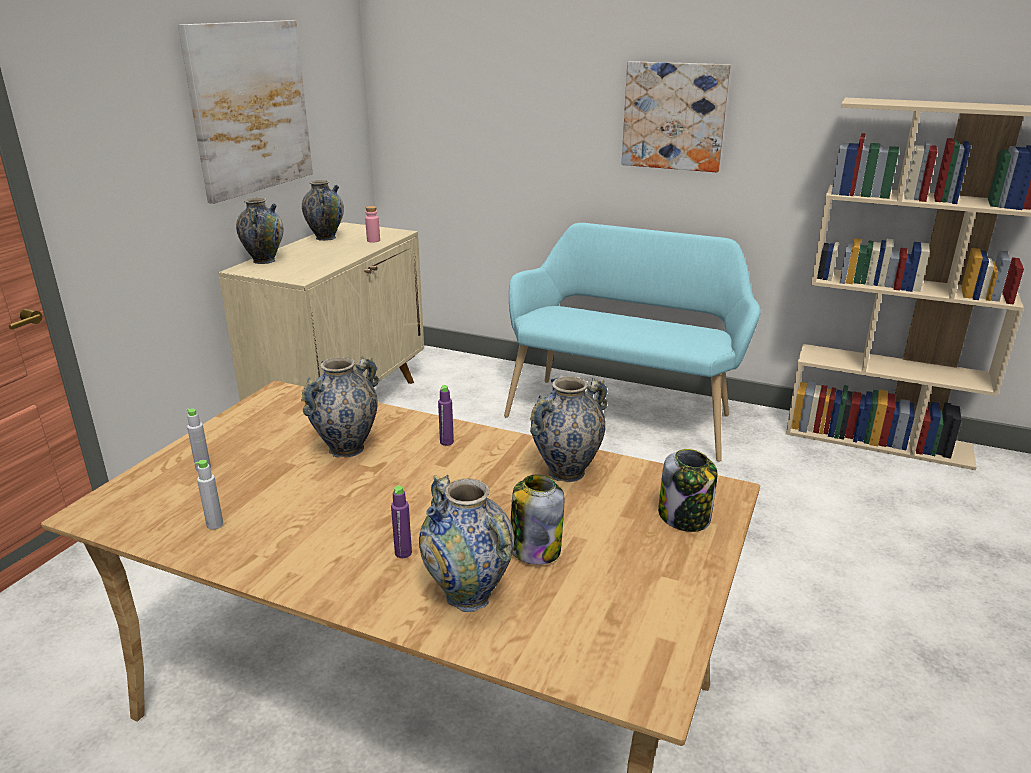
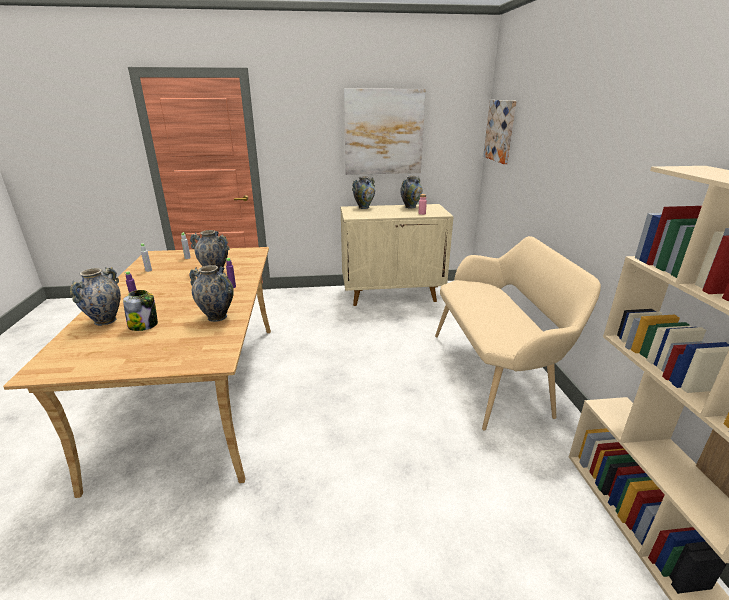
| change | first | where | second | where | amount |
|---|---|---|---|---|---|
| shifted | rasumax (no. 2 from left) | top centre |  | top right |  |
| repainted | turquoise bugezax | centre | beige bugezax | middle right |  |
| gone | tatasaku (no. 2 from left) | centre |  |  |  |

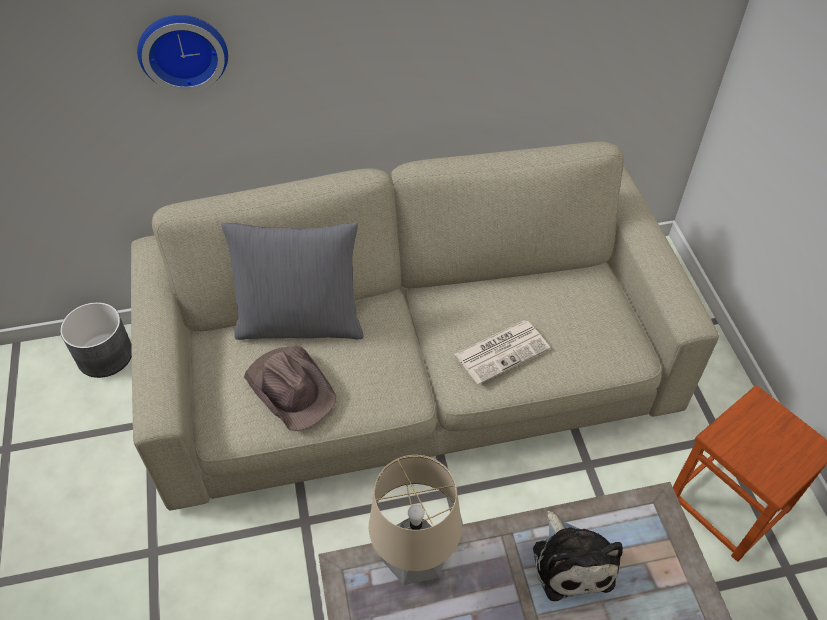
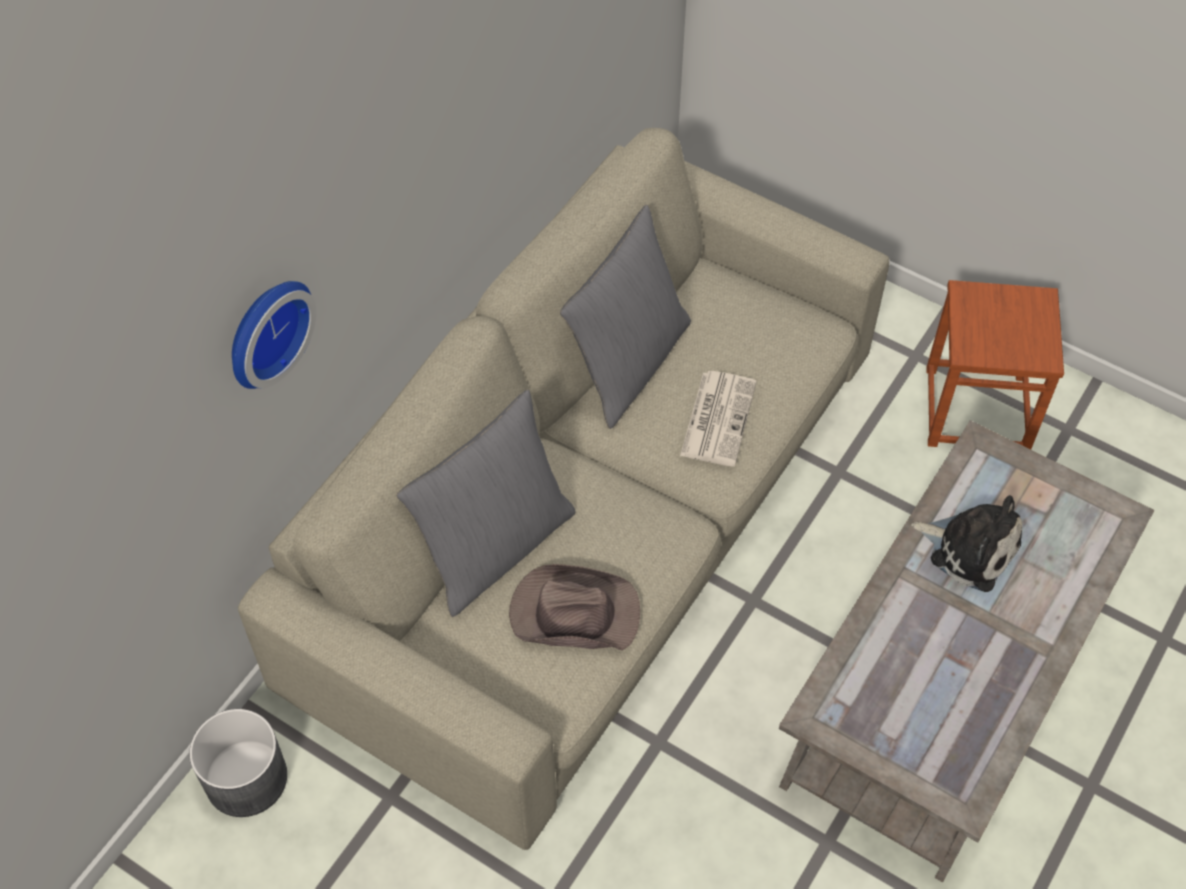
| change | first | where | second | where | amount |
|---|---|---|---|---|---|
| gone | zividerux | bottom centre |  |  |  |
| new |  |  | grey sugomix (no. 2 from left) | centre |  |

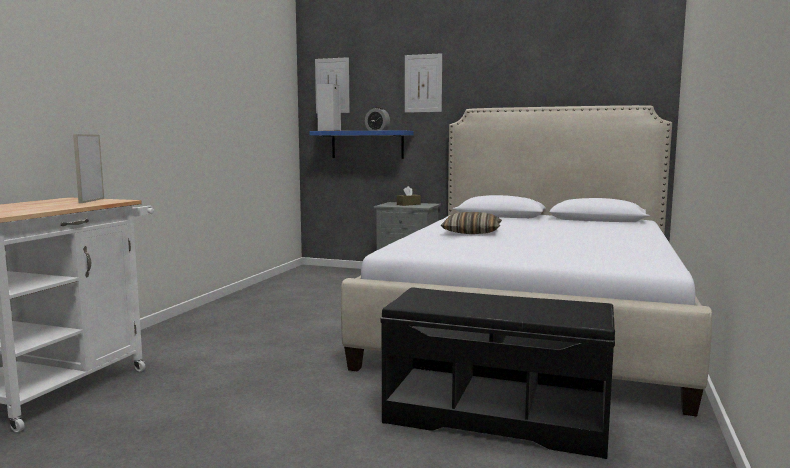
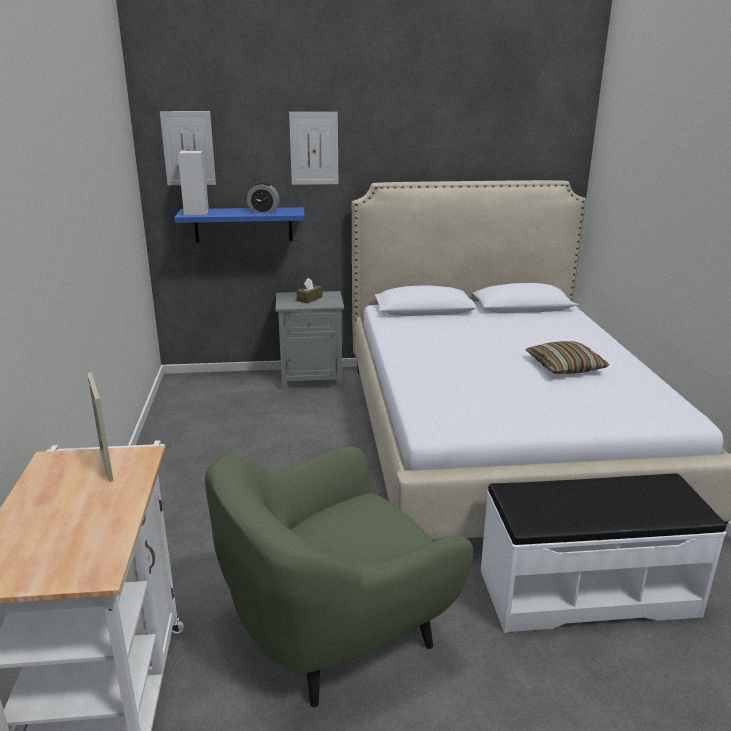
| change | first | where | second | where | amount |
|---|---|---|---|---|---|
| shifted | sugomix | centre |  | middle right |  |
| repainted | black bugezax | bottom centre | white bugezax | bottom right |  |
| new |  |  | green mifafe | bottom centre |  |

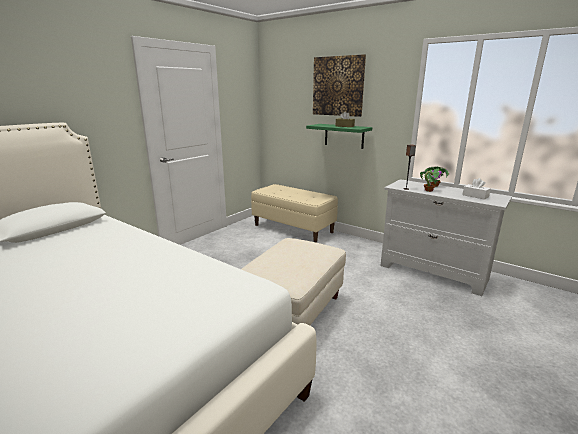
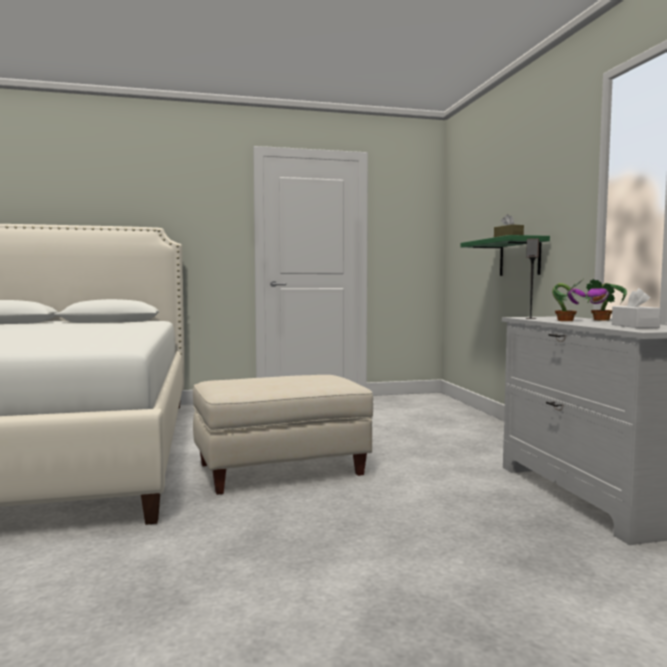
| change | first | where | second | where | amount |
|---|---|---|---|---|---|
| gone | rasumax | top centre |  |  |  |
| gone | beige bugezax | centre |  |  |  |

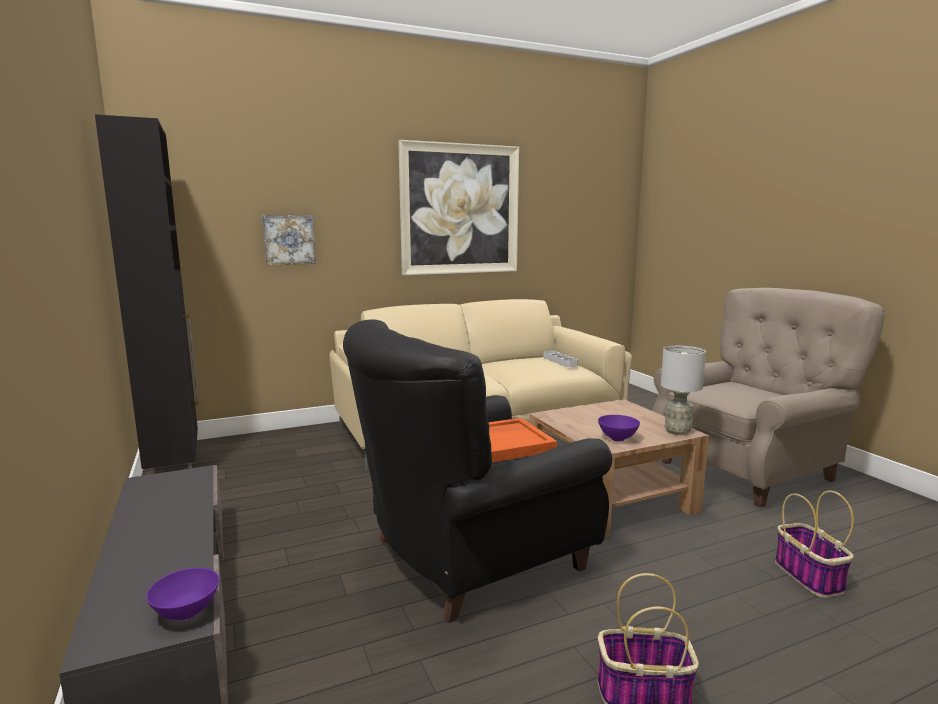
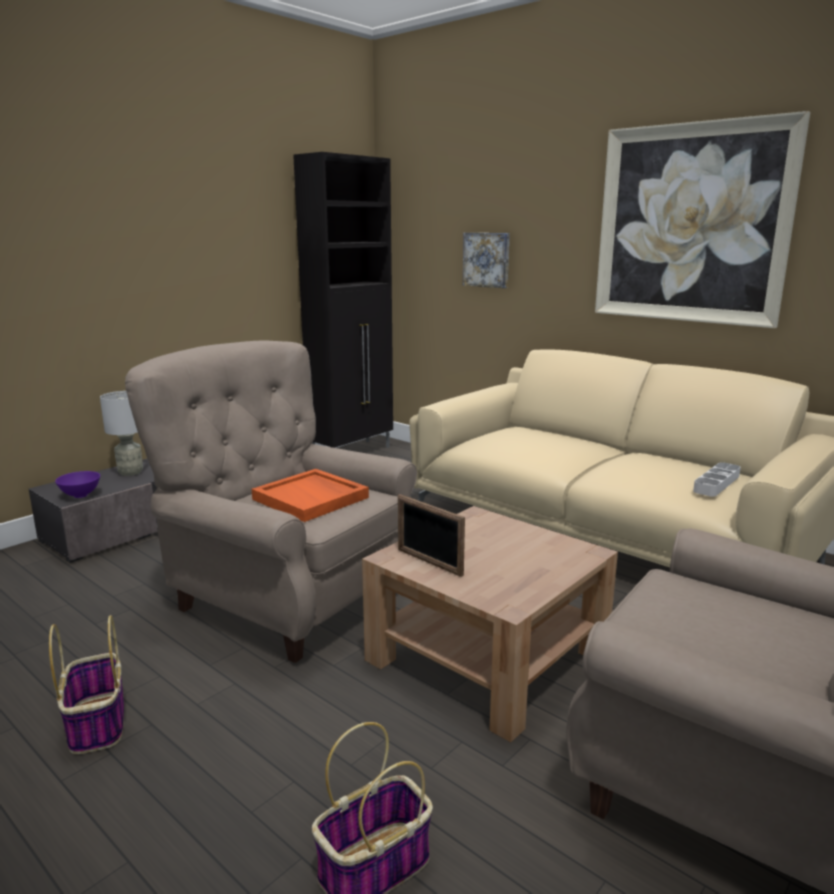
| change | first | where | second | where | amount |
|---|---|---|---|---|---|
| repainted | black mifafe | bottom centre | beige mifafe (no. 1 from left) | middle left |  |
| shifted | grey zividerux | middle right |  | middle left |  |
| swapped | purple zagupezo (no. 2 from left) | centre | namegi | centre |  |

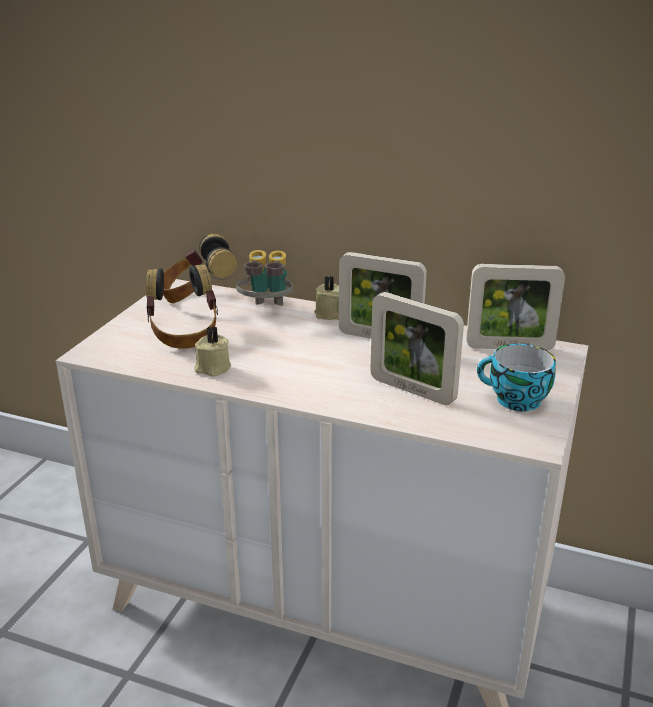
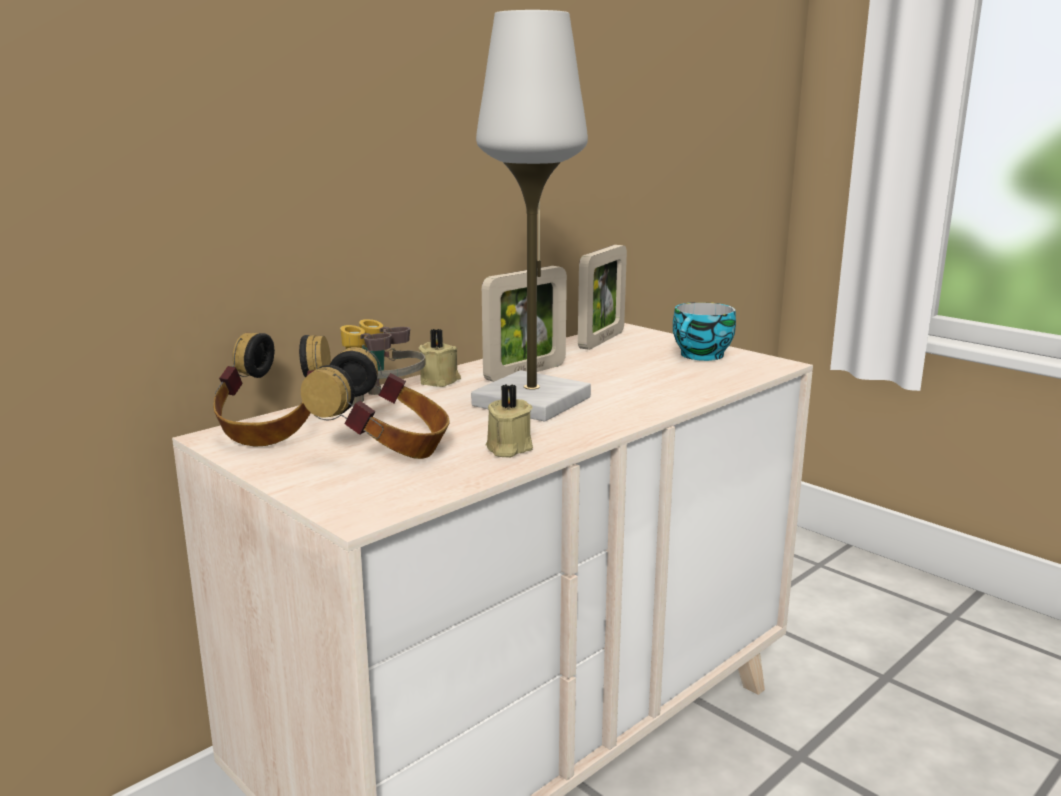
| change | first | where | second | where | amount |
|---|---|---|---|---|---|
| gone | namegi (no. 2 from left) | centre |  |  |  |
| new |  |  | white zividerux | top centre |  |

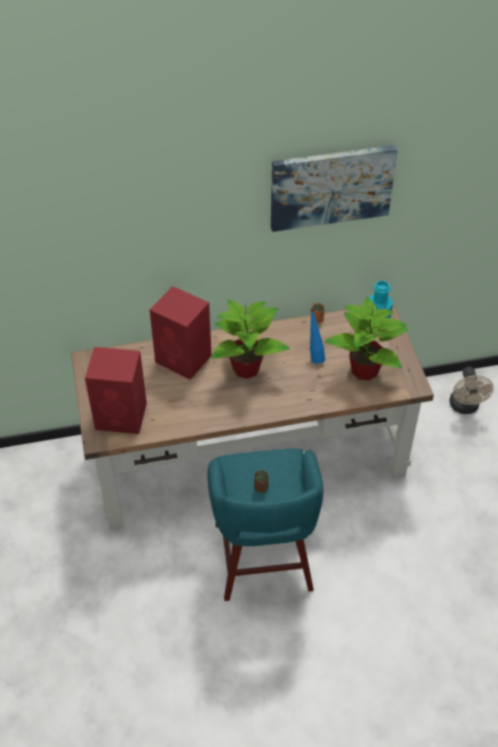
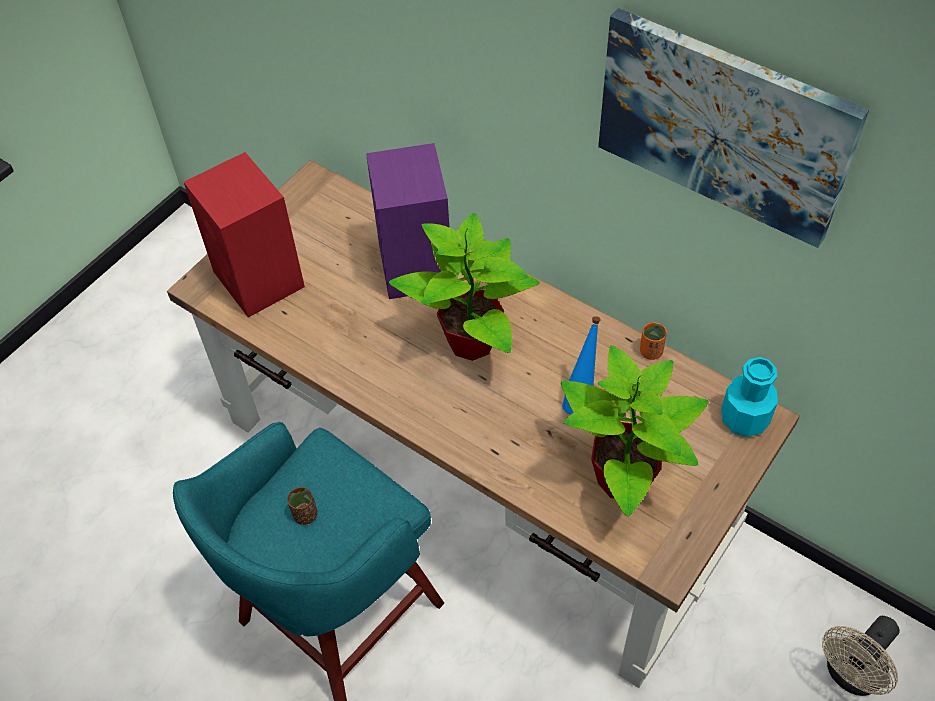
| change | first | where | second | where | amount |
|---|---|---|---|---|---|
| repainted | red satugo (no. 2 from left) | centre | purple satugo | top centre |  |

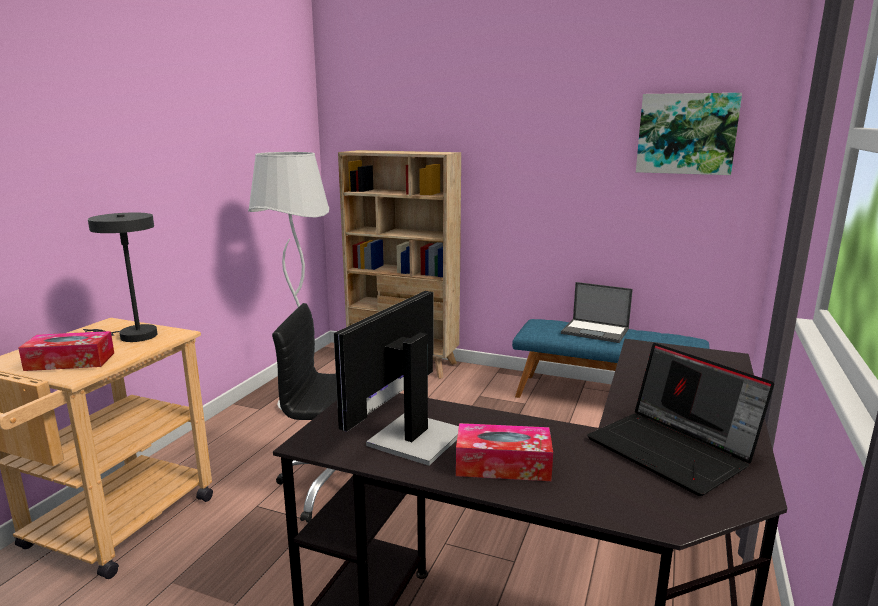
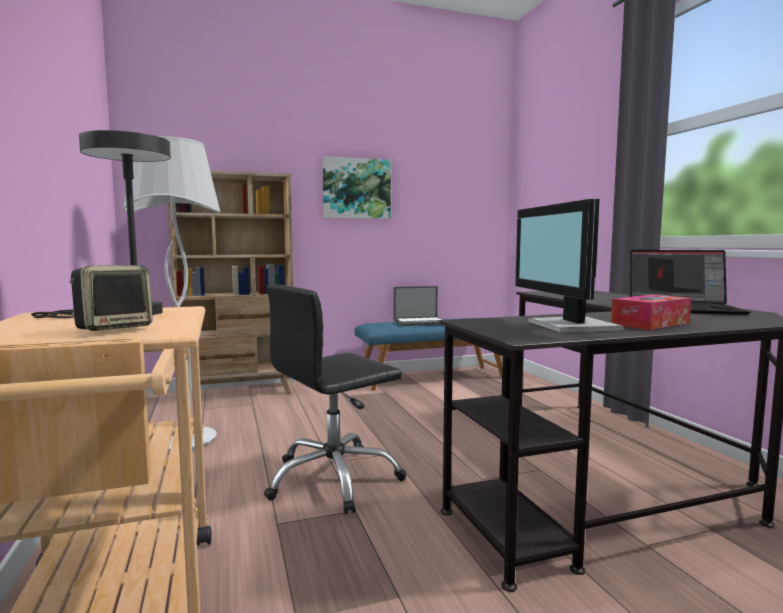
| change | first | where | second | where | amount |
|---|---|---|---|---|---|
| shifted | rasumax | top right |  | top centre |  |
| swapped | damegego (no. 1 from left) | middle left | satugo | middle left |  |

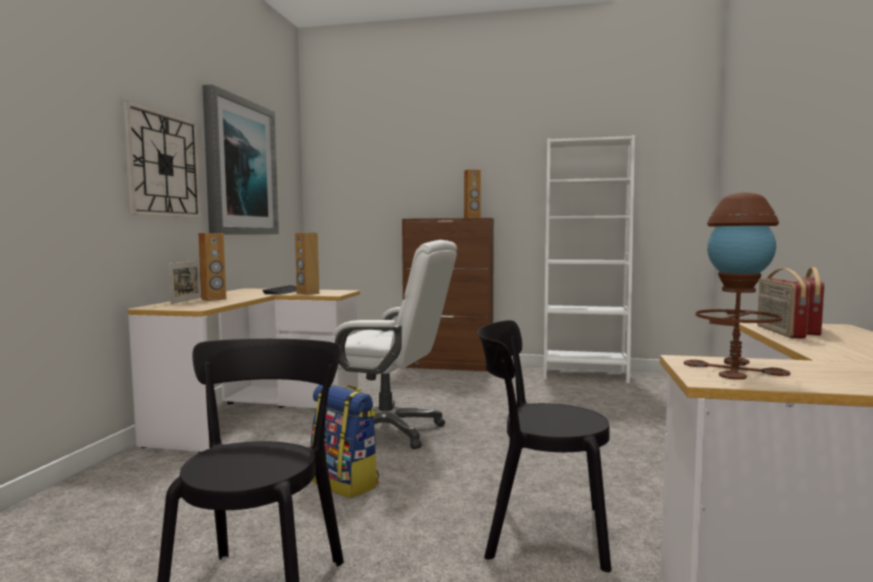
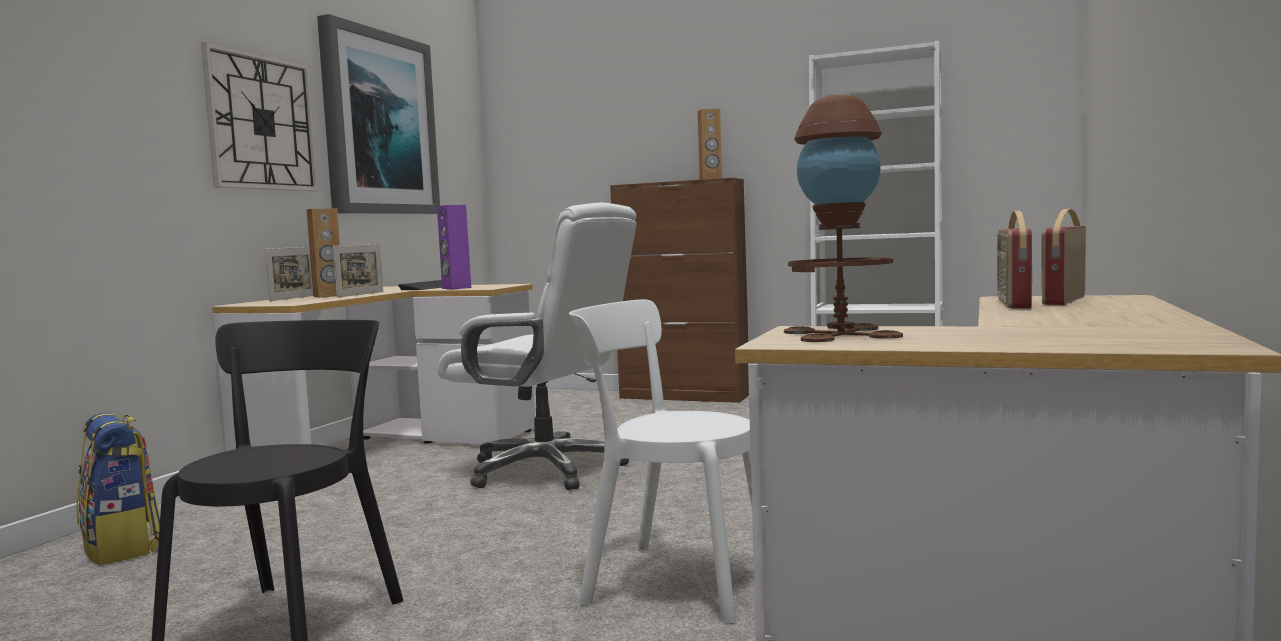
| change | first | where | second | where | amount |
|---|---|---|---|---|---|
| repainted | brown satugo (no. 2 from left) | centre | purple satugo | centre |  |
| repainted | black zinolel (no. 2 from left) | bottom centre | white zinolel | bottom centre |  |
| shifted | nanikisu | bottom centre |  | bottom left |  |
| new |  |  | namegi (no. 2 from left) | middle left |  |

